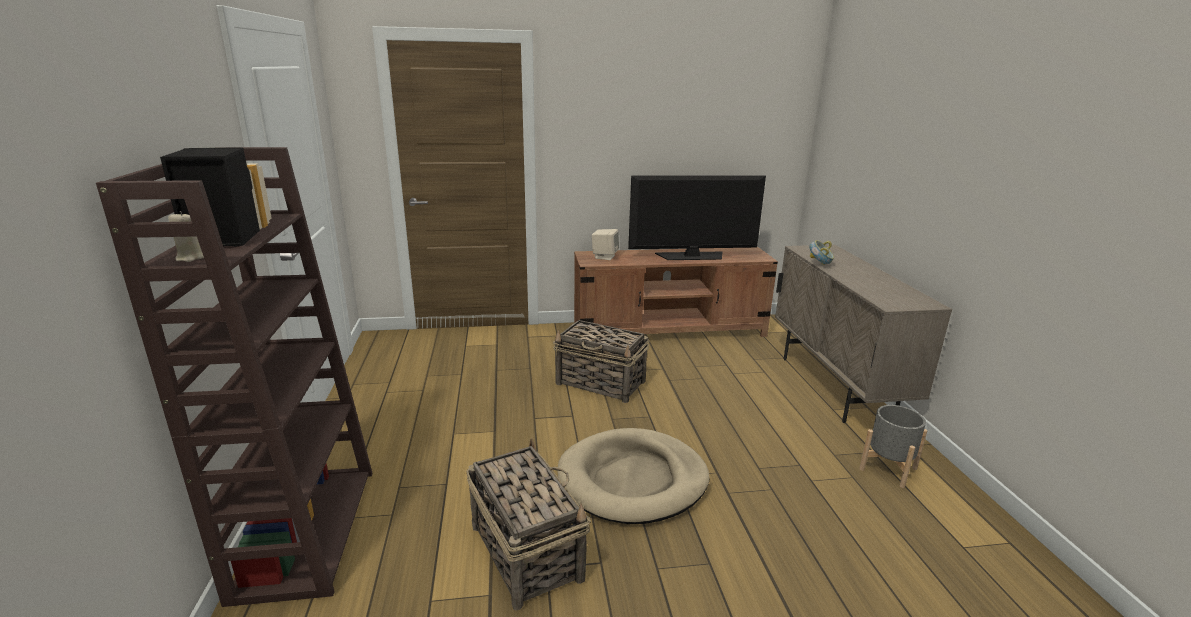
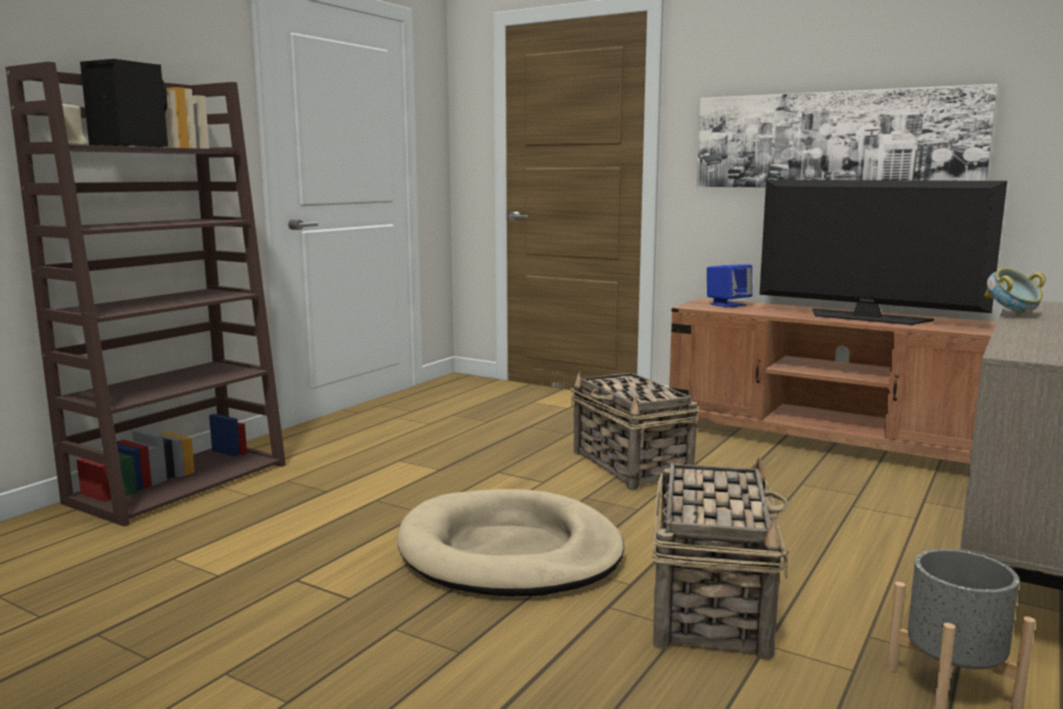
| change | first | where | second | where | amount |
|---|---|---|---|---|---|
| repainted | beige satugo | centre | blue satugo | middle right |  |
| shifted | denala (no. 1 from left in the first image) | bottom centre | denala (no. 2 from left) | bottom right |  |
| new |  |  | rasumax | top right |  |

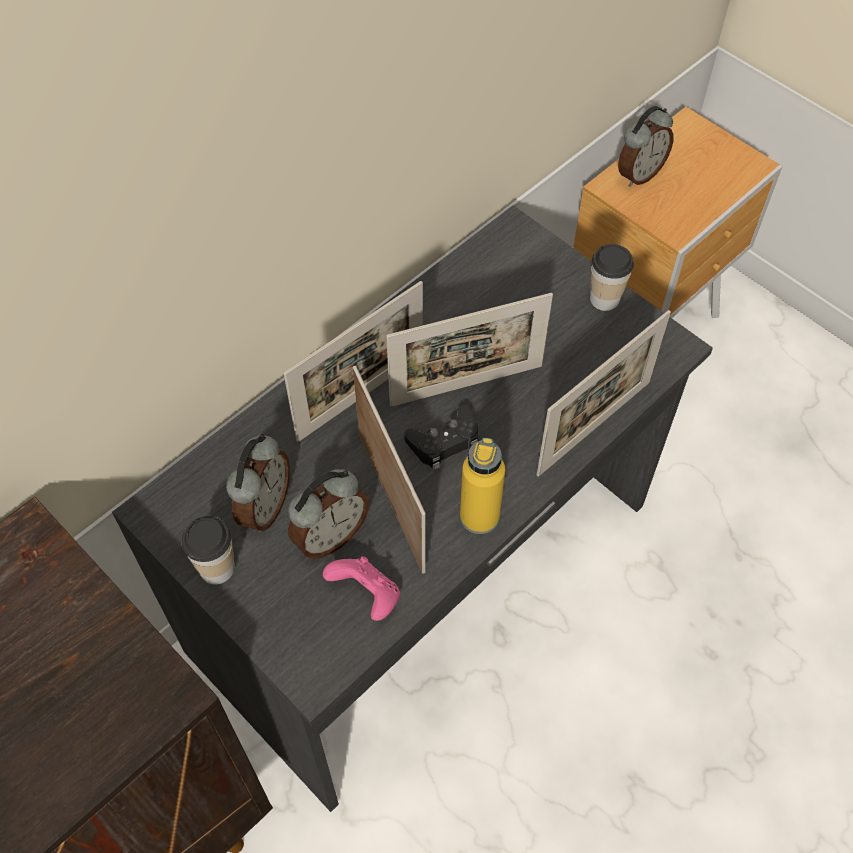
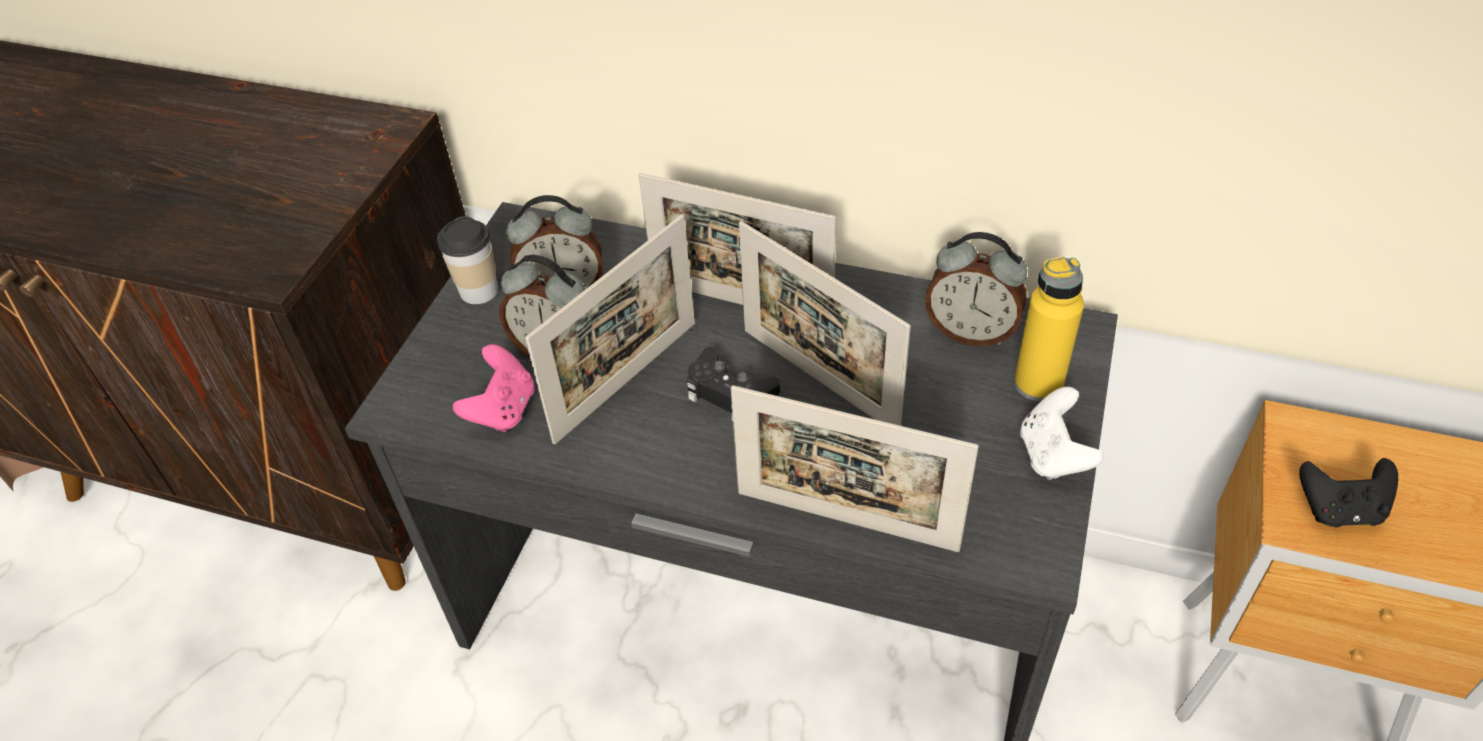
| change | first | where | second | where | amount |
|---|---|---|---|---|---|
| shifted | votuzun (no. 3 from left) | top right |  | centre |  |
| swapped | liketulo (no. 2 from left) | top right | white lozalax | middle right |  |
| shifted | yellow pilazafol | centre |  | middle right |  |
| new |  |  | black lozalax (no. 2 from left) | middle right |  |

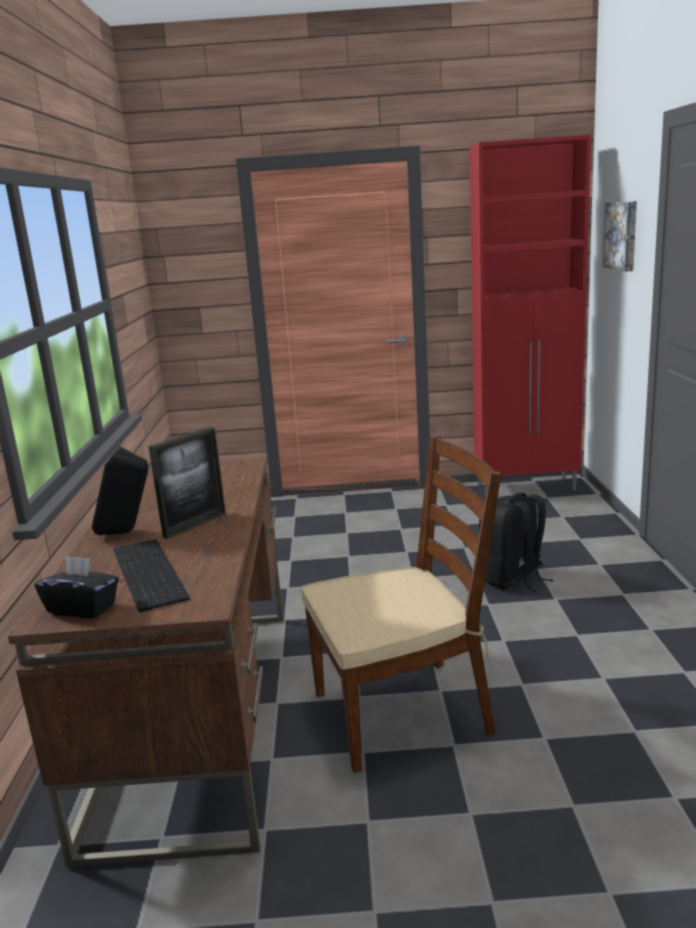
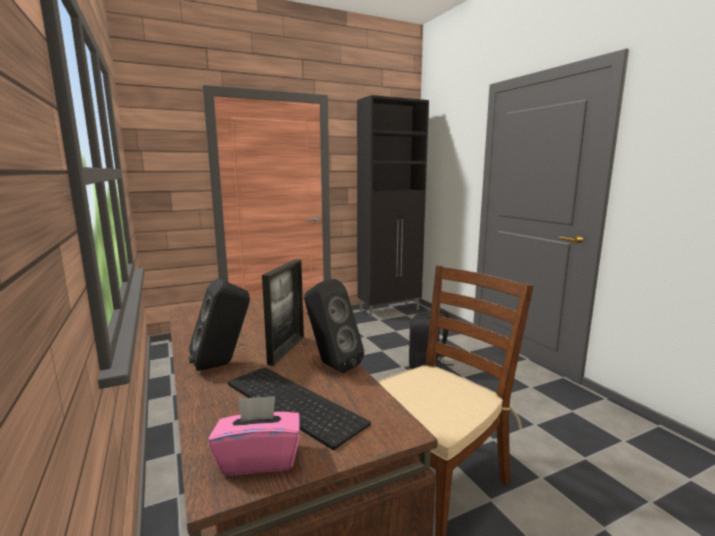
| change | first | where | second | where | amount |
|---|---|---|---|---|---|
| repainted | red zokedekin | middle right | black zokedekin | centre |  |
| gone | rasumax | top right |  |  |  |
| repainted | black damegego | middle left | pink damegego | bottom centre |  |
| new |  |  | black satugo (no. 2 from left) | centre |  |

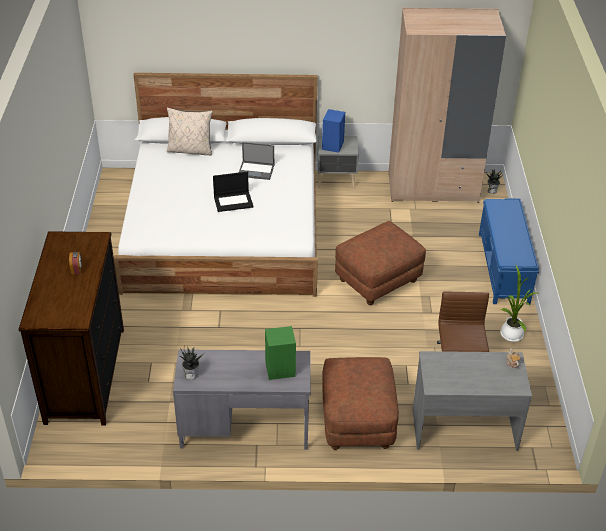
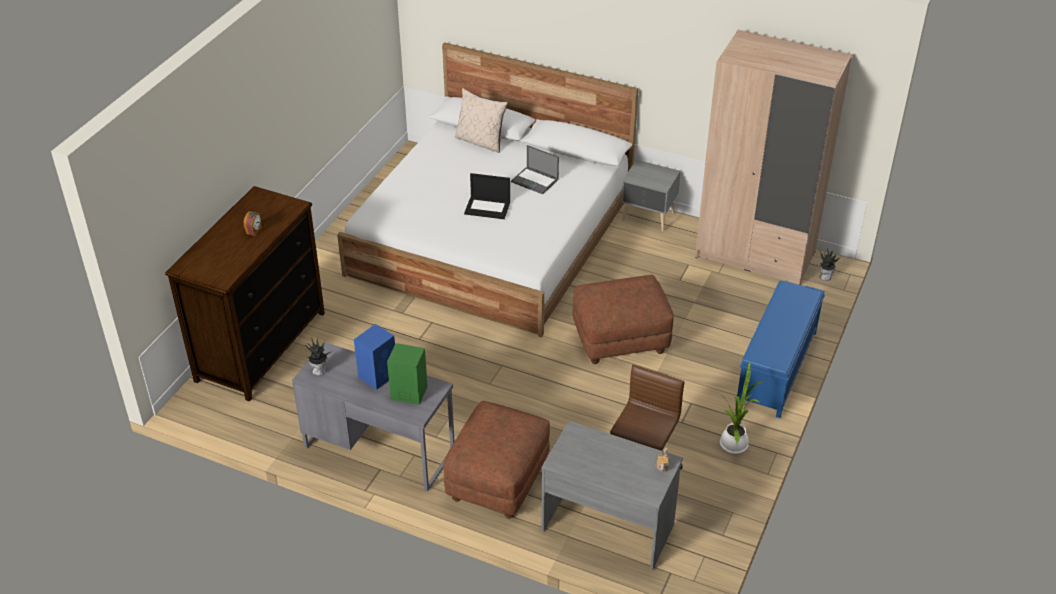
| change | first | where | second | where | amount |
|---|---|---|---|---|---|
| shifted | blue satugo | top centre |  | centre |  |

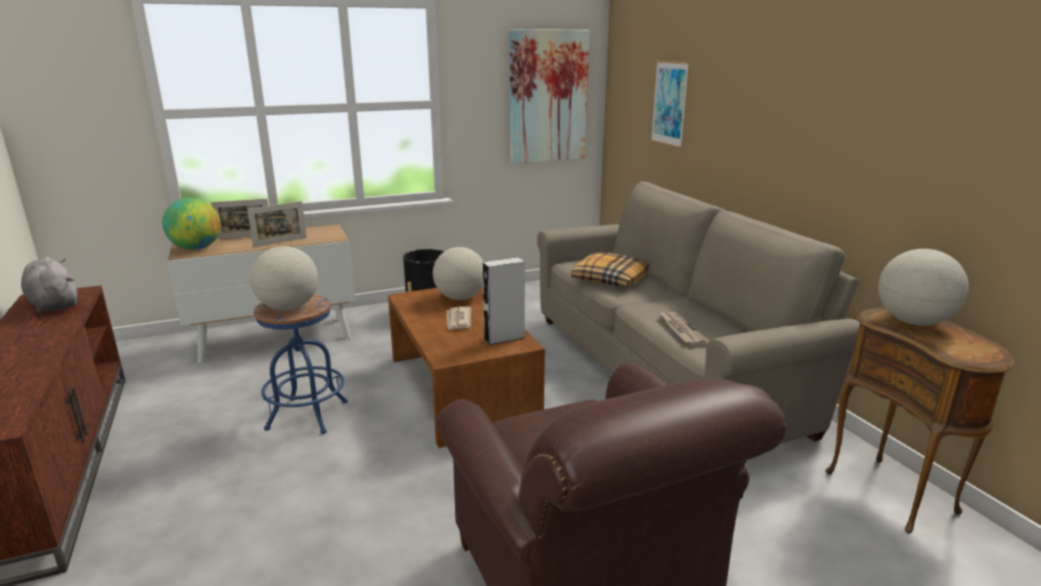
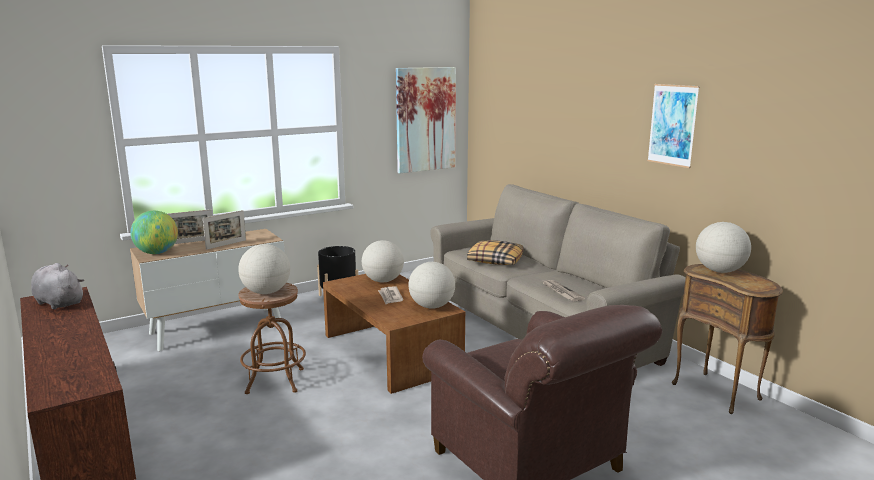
| change | first | where | second | where | amount |
|---|---|---|---|---|---|
| shifted | rasumax (no. 2 from left) | top centre |  | top right |  |
| swapped | grey satugo | centre | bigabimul (no. 4 from left) | centre |  |
| repainted | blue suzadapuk | middle left | brown suzadapuk | bottom left |  |

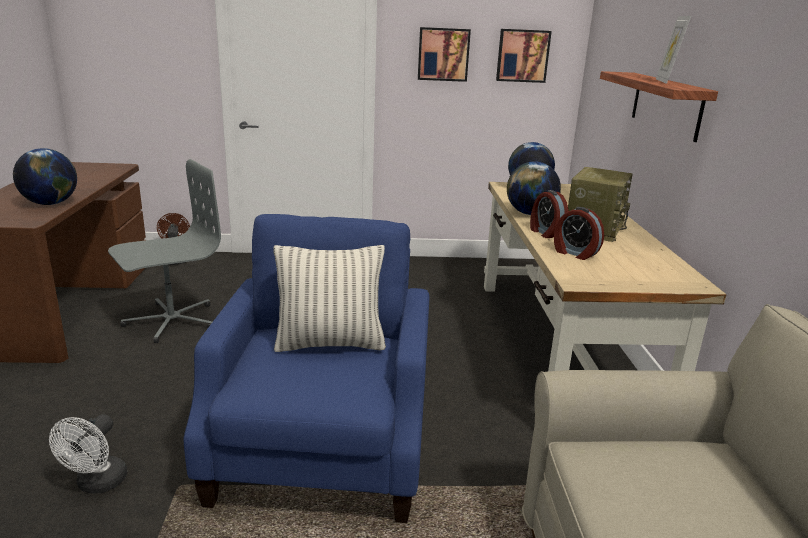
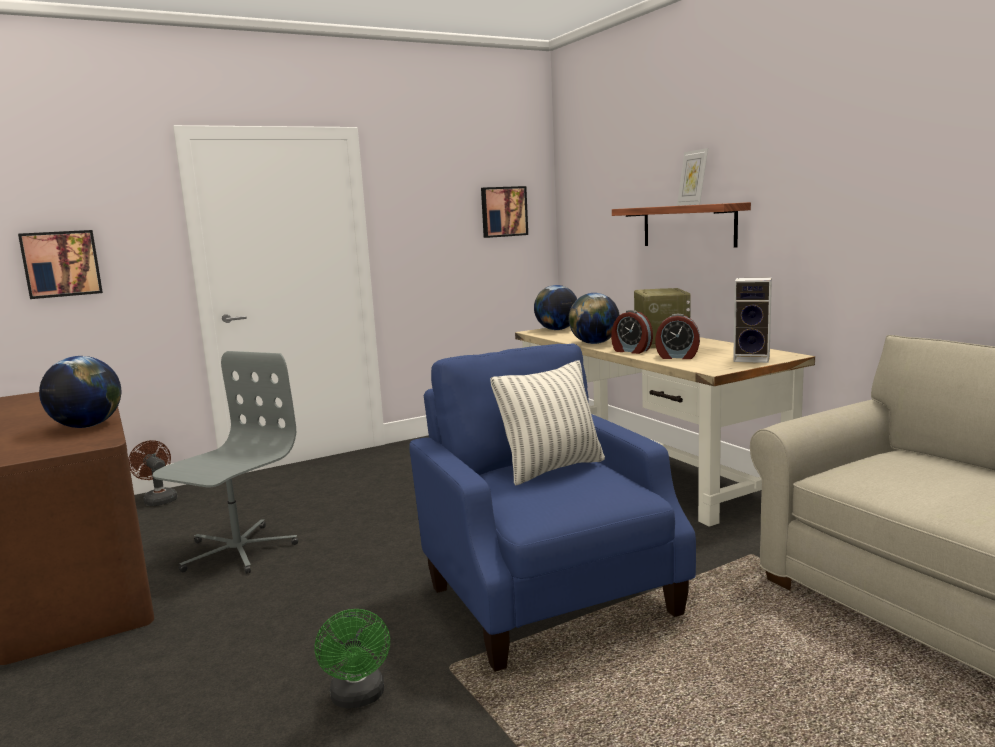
| change | first | where | second | where | amount |
|---|---|---|---|---|---|
| shifted | rasumax (no. 1 from left) | top centre |  | middle left |  |
| repainted | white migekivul | bottom left | green migekivul | bottom centre |  |
| new |  |  | satugo | middle right |  |

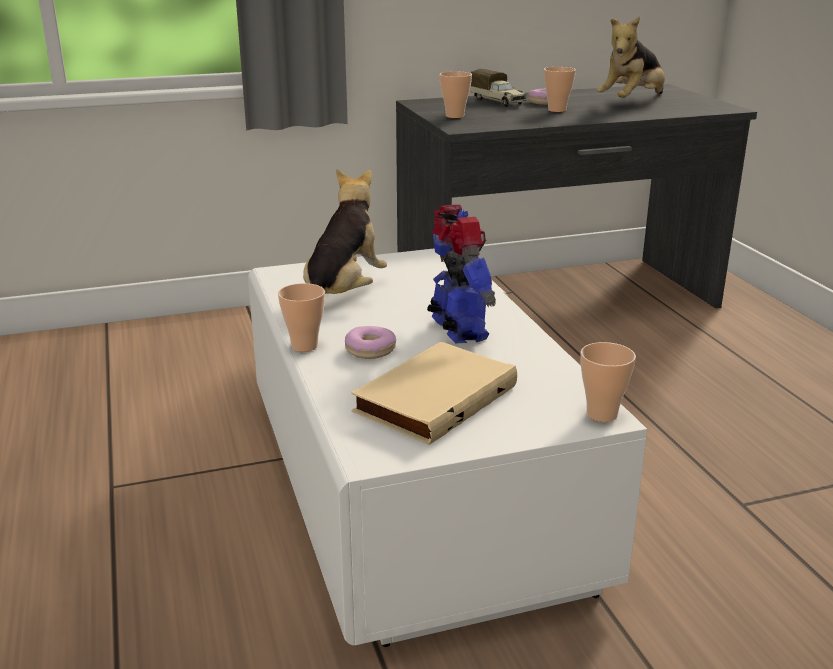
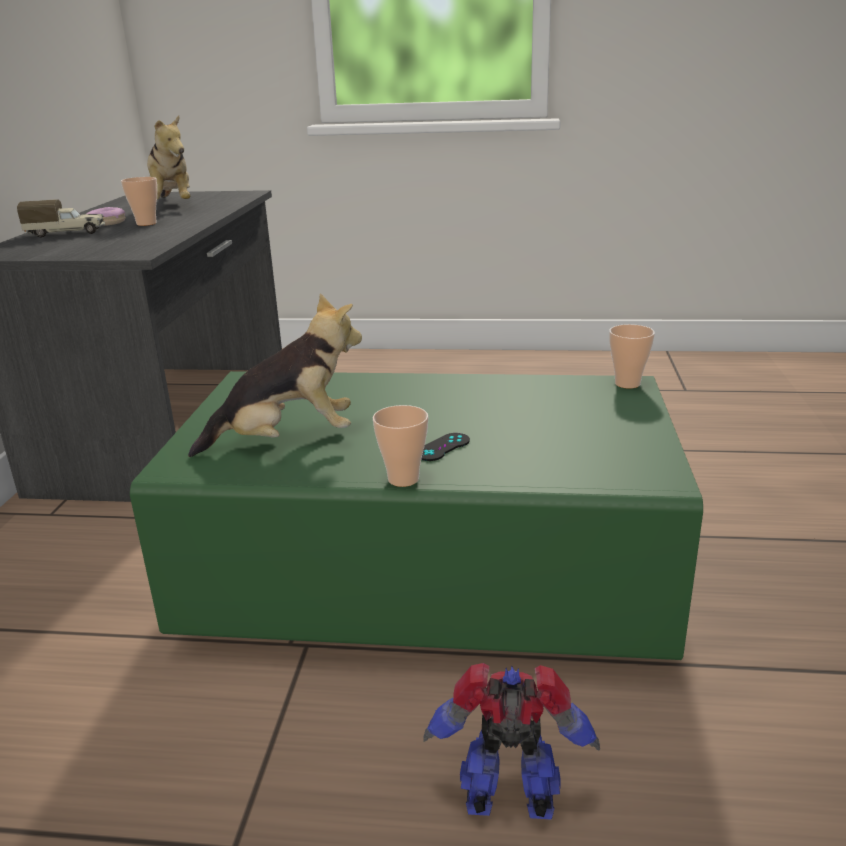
| change | first | where | second | where | amount |
|---|---|---|---|---|---|
| gone | liketulo (no. 2 from left) | top centre |  |  |  |
| rotated | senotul (no. 1 from left in the first image) | centre | senotul (no. 2 from left) | middle left | 120 degrees clockwise |
| shifted | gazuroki | centre |  | bottom centre |  |
| repainted | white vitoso | bottom centre | green vitoso | centre |  |
| swapped | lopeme (no. 1 from left) | centre | black lozalax | centre |  |
| gone | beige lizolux | centre |  |  |  |

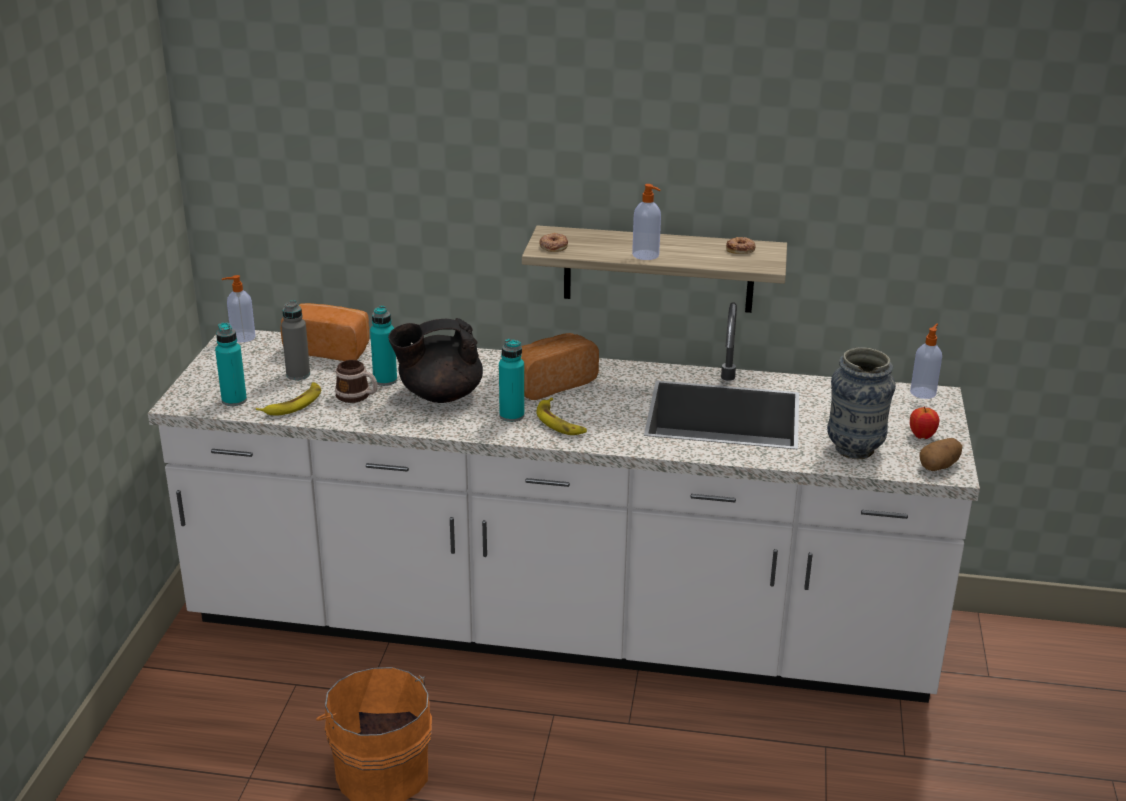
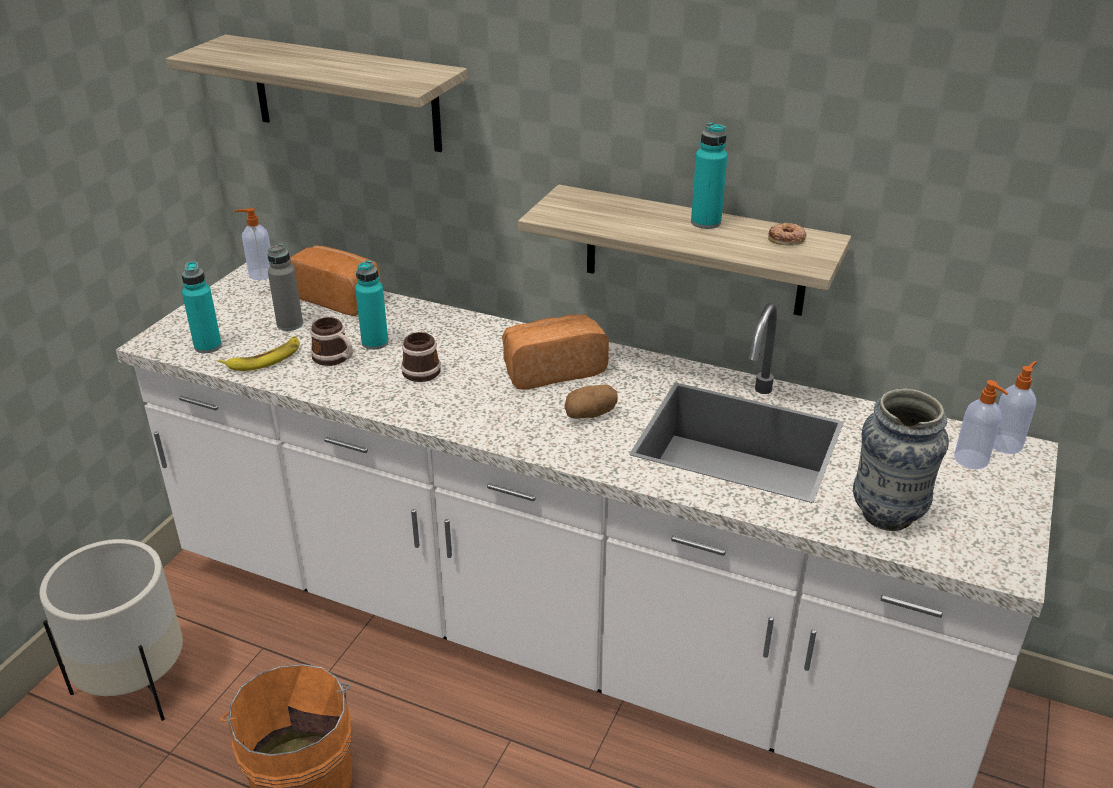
| change | first | where | second | where | amount |
|---|---|---|---|---|---|
| shifted | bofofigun (no. 2 from left) | top centre |  | middle right |  |
| gone | lopeme (no. 1 from left) | top centre |  |  |  |
| swapped | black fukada | centre | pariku (no. 2 from left) | centre |  |
| shifted | turquoise pilazafol (no. 3 from left) | centre |  | top centre |  |
| gone | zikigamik (no. 2 from left) | centre |  |  |  |
| gone | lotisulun | middle right |  |  |  |
| shifted | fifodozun | middle right |  | centre |  |
| new |  |  | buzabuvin (no. 1 from left) | top left |  |
| new |  |  | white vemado | bottom left |  |

